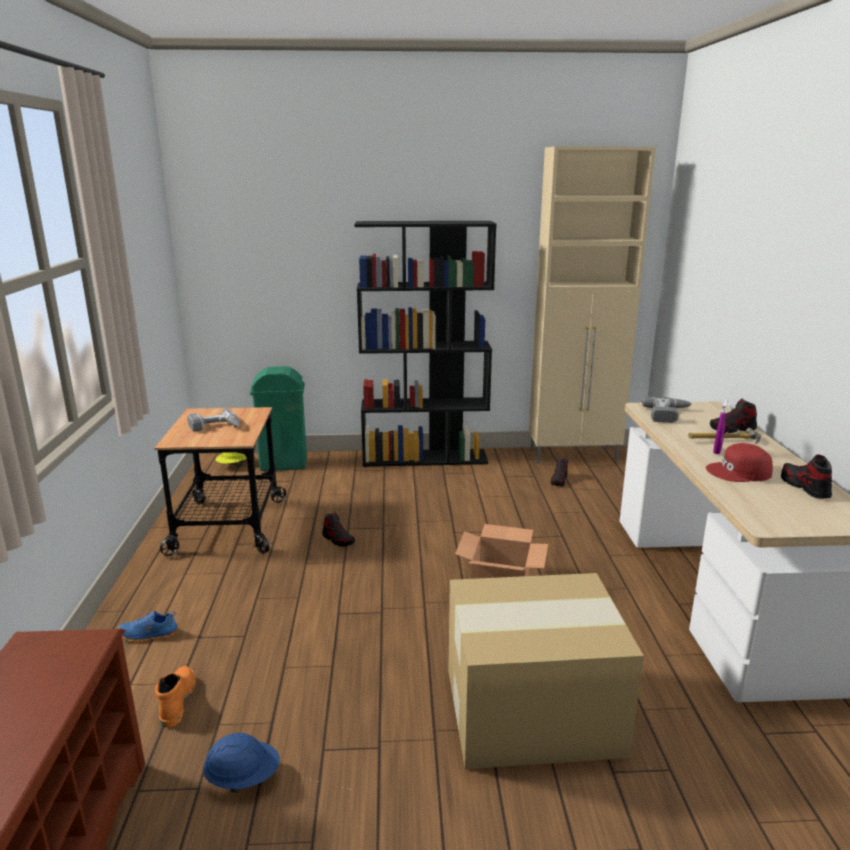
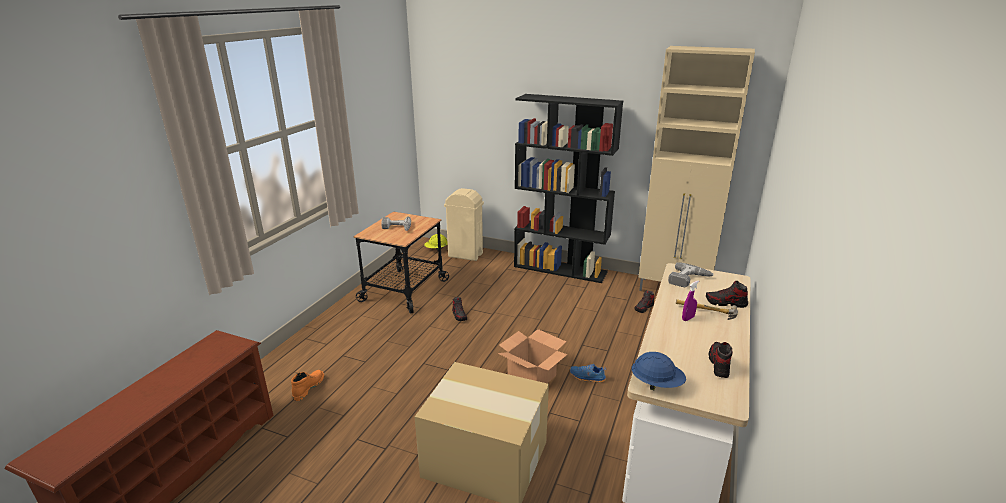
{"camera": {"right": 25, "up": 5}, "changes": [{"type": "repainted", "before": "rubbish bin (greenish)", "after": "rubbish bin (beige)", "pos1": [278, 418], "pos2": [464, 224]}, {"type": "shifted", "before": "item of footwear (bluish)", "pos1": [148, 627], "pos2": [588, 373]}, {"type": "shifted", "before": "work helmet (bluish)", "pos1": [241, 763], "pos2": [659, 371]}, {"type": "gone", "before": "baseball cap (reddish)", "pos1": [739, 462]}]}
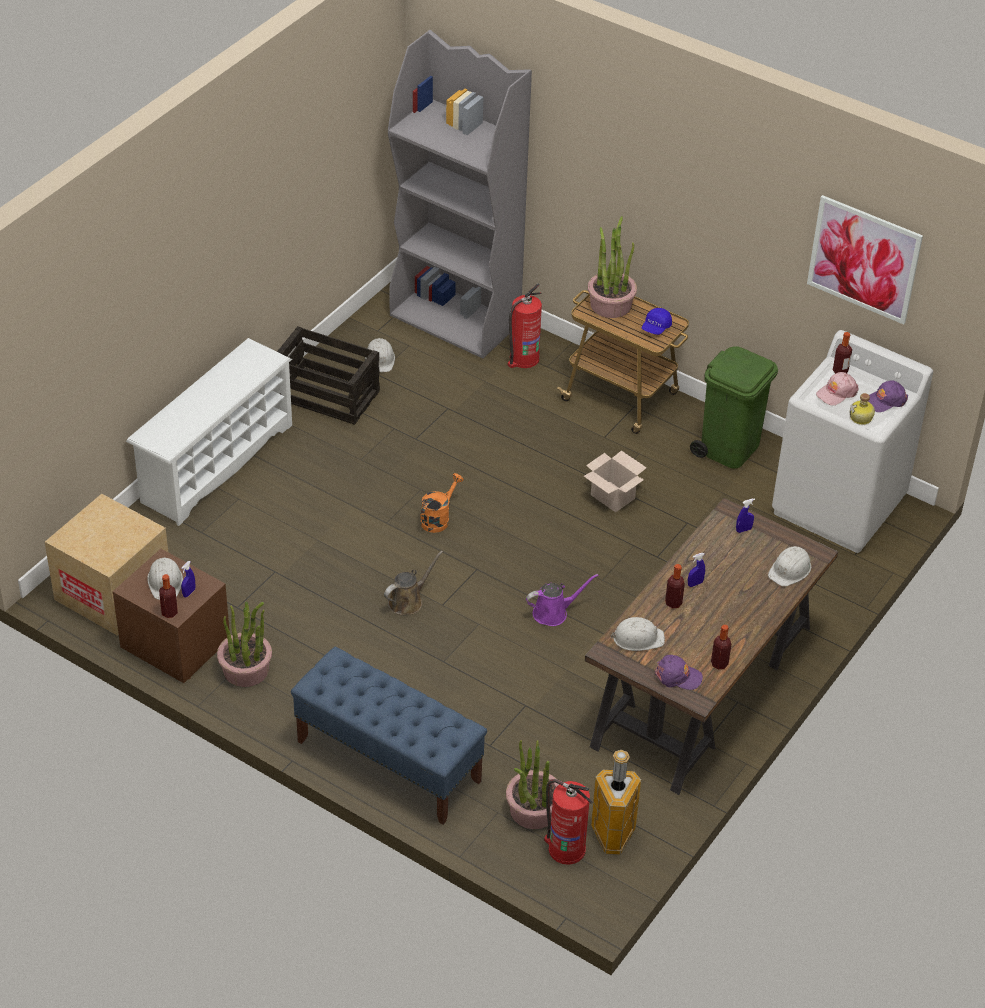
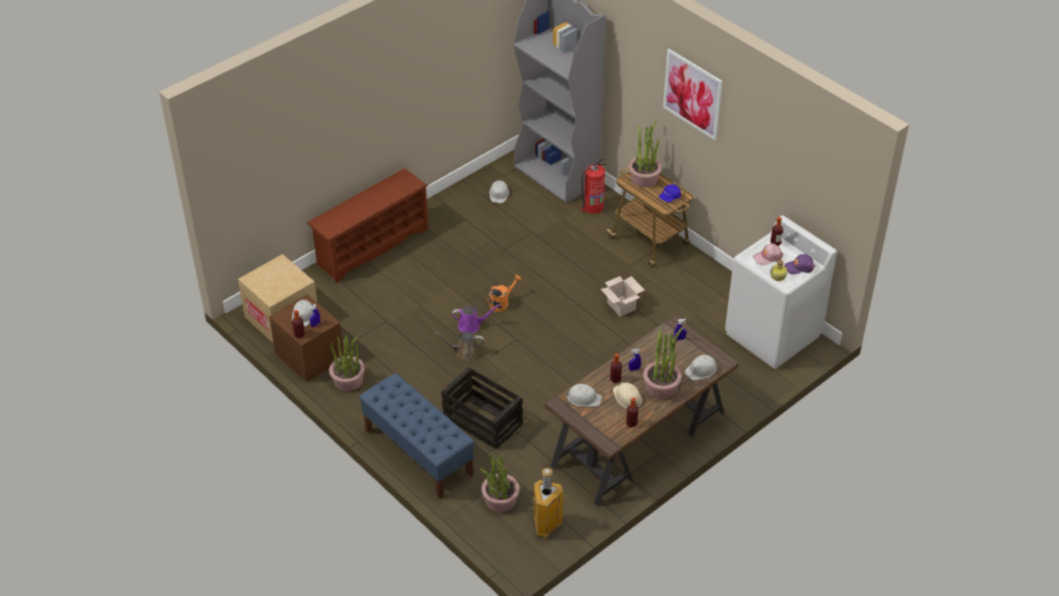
{"camera": {"right": 15, "up": 0}, "changes": [{"type": "repainted", "before": "shoe rack (white)", "after": "shoe rack (brown-coloured)", "pos1": [209, 432], "pos2": [367, 225]}, {"type": "rotated", "before": "watering can (brown-coloured)", "pos1": [413, 583], "pos2": [459, 346], "turn": -150}, {"type": "shifted", "before": "crate", "pos1": [328, 375], "pos2": [482, 408]}, {"type": "shifted", "before": "watering can (purple-coloured)", "pos1": [562, 600], "pos2": [476, 319]}, {"type": "new", "after": "work helmet (beige)", "pos2": [627, 395]}, {"type": "new", "after": "plant in a pot", "pos2": [663, 363]}, {"type": "shifted", "before": "wall picture", "pos1": [865, 260], "pos2": [693, 94]}, {"type": "gone", "before": "fire-fighting cylinder", "pos1": [568, 822]}, {"type": "gone", "before": "baseball cap (purple-coloured)", "pos1": [679, 672]}, {"type": "gone", "before": "rubbish bin (greenish)", "pos1": [734, 408]}]}
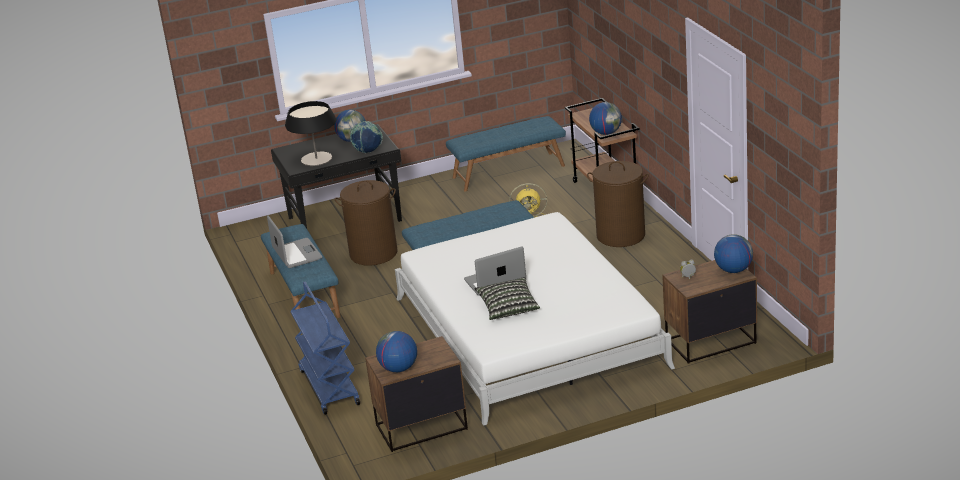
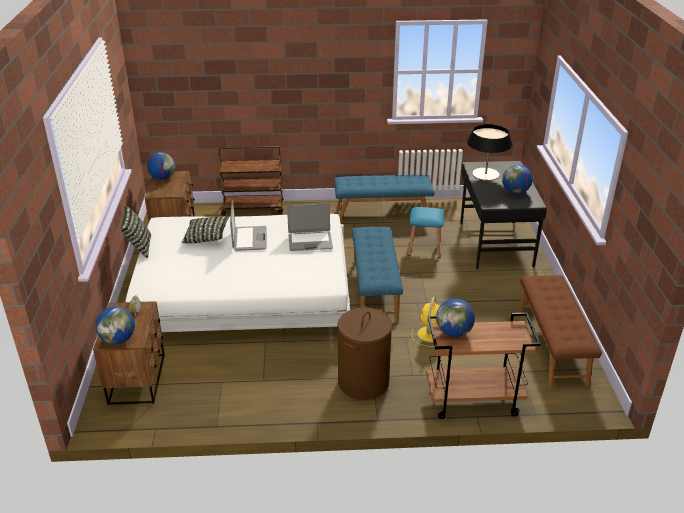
{"camera": {"right": 105, "up": 5}, "changes": [{"type": "new", "after": "cushion", "pos2": [136, 232]}, {"type": "repainted", "before": "wheeled cart (bluish)", "after": "wheeled cart (brown-coloured)", "pos1": [325, 348], "pos2": [251, 181]}, {"type": "shifted", "before": "notebook computer", "pos1": [294, 241], "pos2": [310, 227]}, {"type": "swapped", "before": "washing basket (brown-coloured)", "after": "stool (bluish)", "pos1": [366, 223], "pos2": [426, 232]}, {"type": "repainted", "before": "long seat (bluish)", "after": "long seat (brown-coloured)", "pos1": [506, 154], "pos2": [560, 331]}, {"type": "gone", "before": "globe", "pos1": [366, 137]}]}
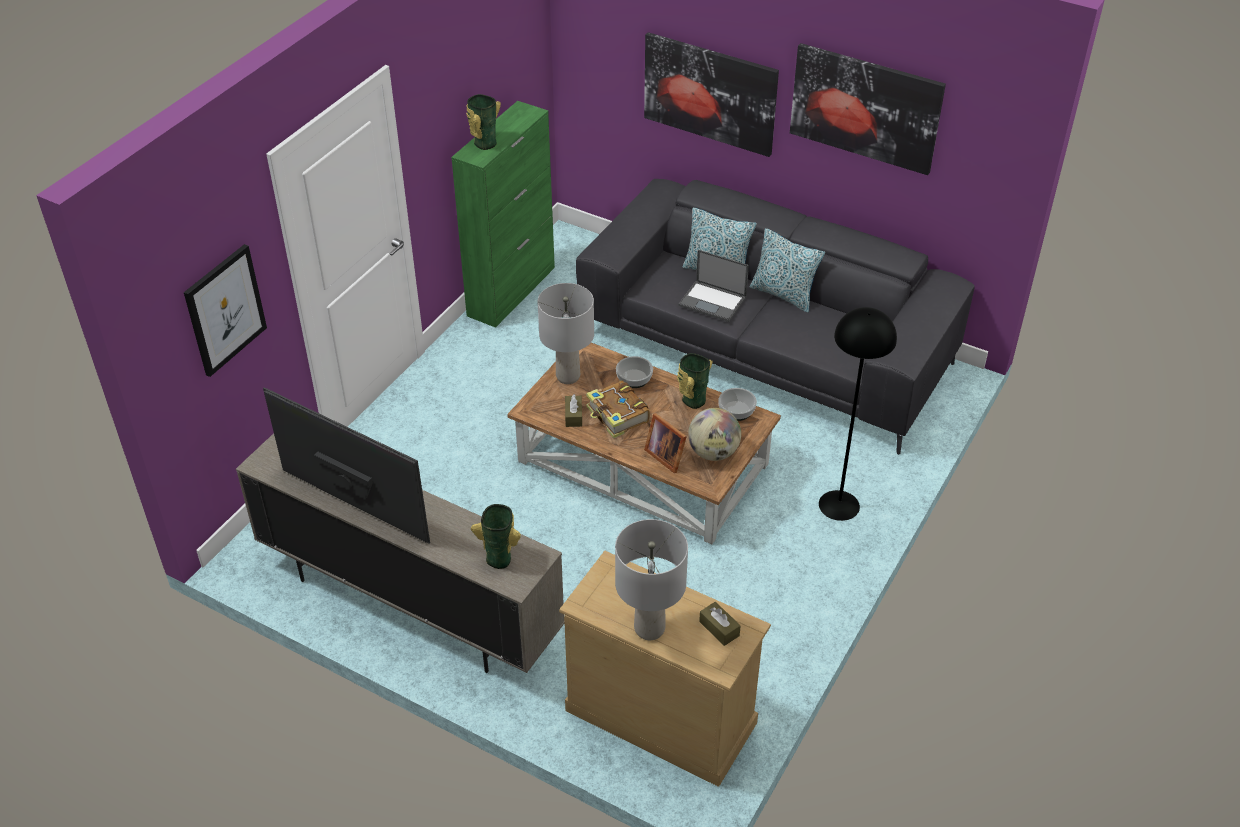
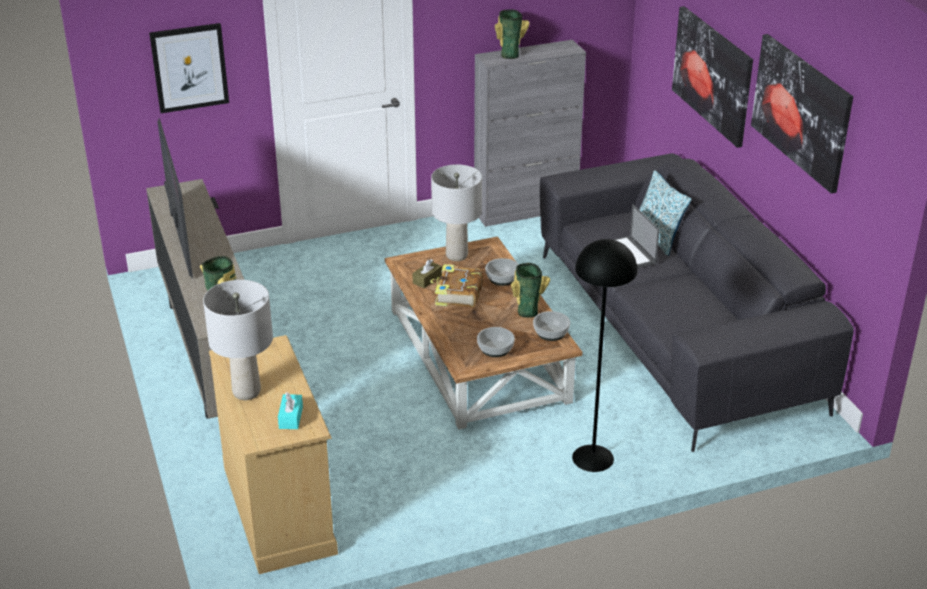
{"camera": {"right": 40, "up": -10}, "changes": [{"type": "repainted", "before": "box of tissues (brown-coloured)", "after": "box of tissues (turquoise-coloured)", "pos1": [720, 624], "pos2": [290, 410]}, {"type": "repainted", "before": "cabinet (greenish)", "after": "cabinet (grey)", "pos1": [503, 214], "pos2": [530, 133]}, {"type": "swapped", "before": "globe", "after": "deep dish", "pos1": [714, 434], "pos2": [496, 342]}, {"type": "gone", "before": "standing frame", "pos1": [665, 443]}, {"type": "gone", "before": "cushion", "pos1": [787, 270]}]}
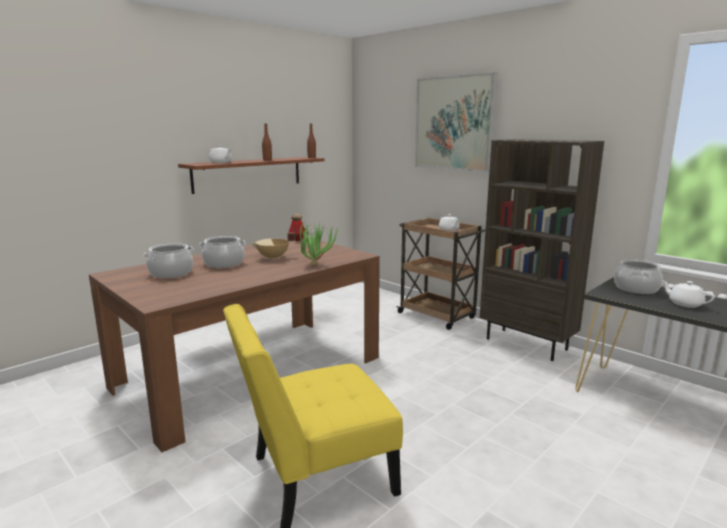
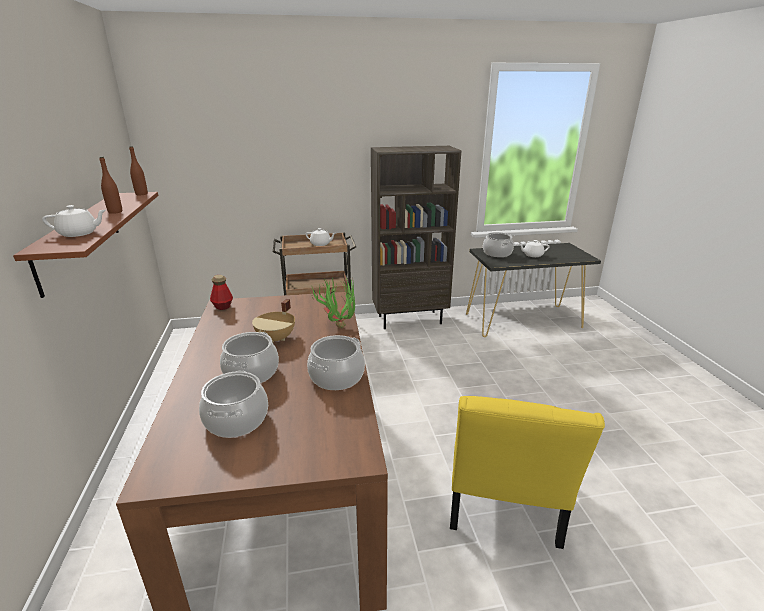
{"camera": {"right": -55, "up": 10}, "changes": [{"type": "new", "after": "stockpot", "pos2": [336, 362]}, {"type": "gone", "before": "wall picture", "pos1": [456, 122]}]}
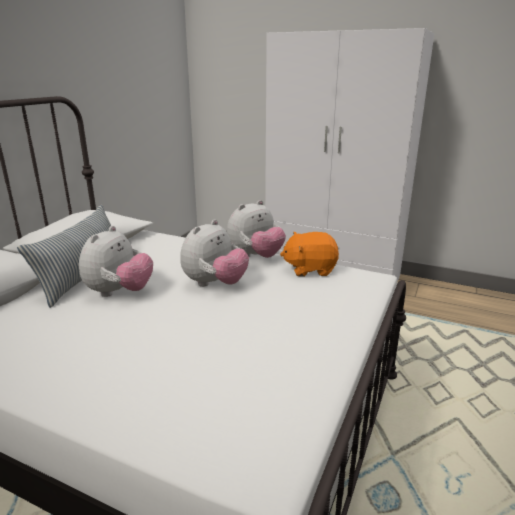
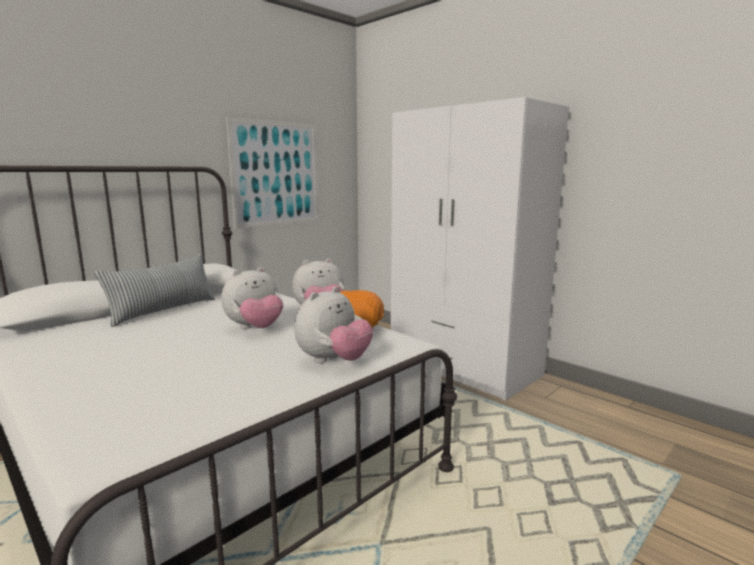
{"camera": {"right": 20, "up": -10}, "changes": [{"type": "new", "after": "wall picture", "pos2": [272, 173]}, {"type": "shifted", "before": "soft toy", "pos1": [116, 261], "pos2": [334, 324]}]}
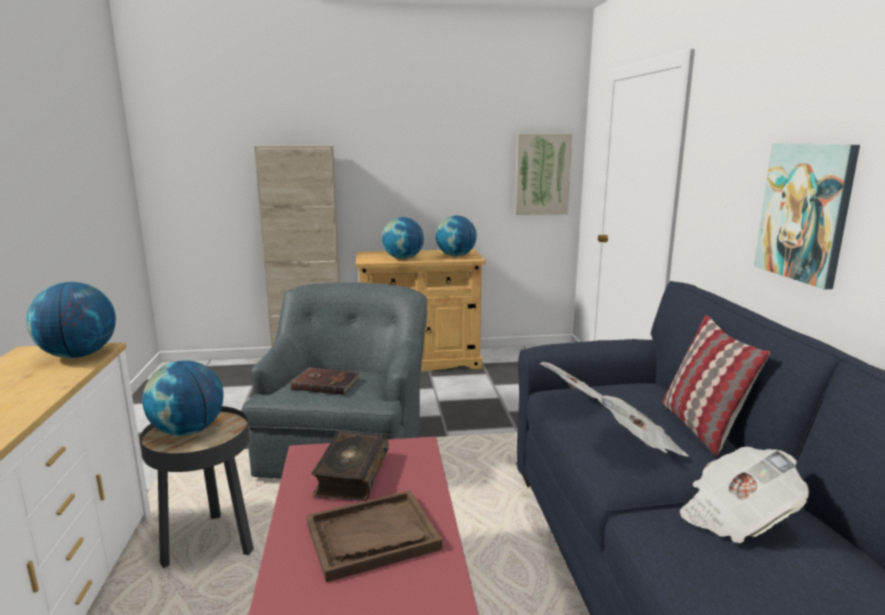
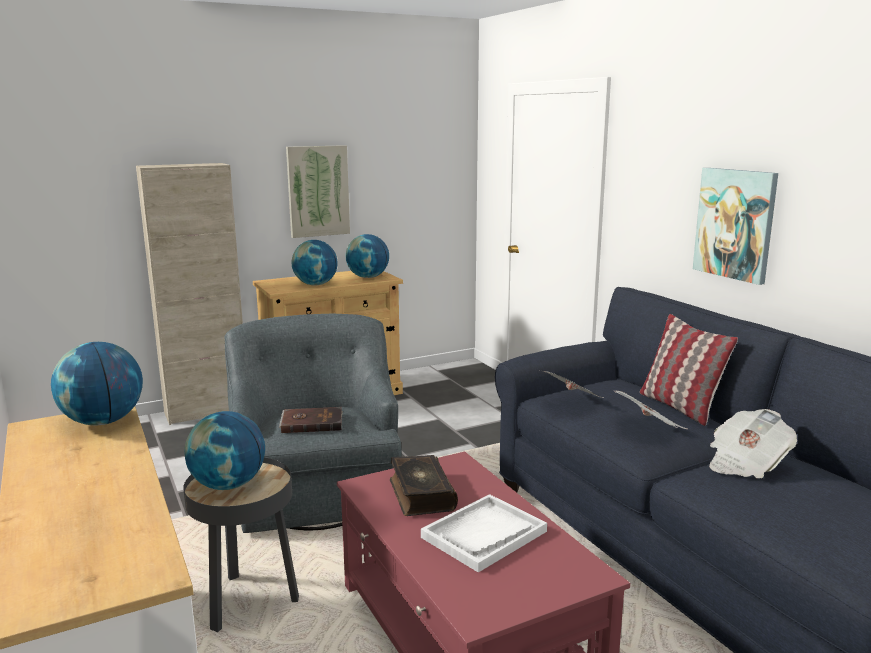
{"camera": {"right": -20, "up": 0}, "changes": [{"type": "shifted", "before": "wall picture", "pos1": [543, 174], "pos2": [318, 191]}, {"type": "repainted", "before": "serving tray (brown-coloured)", "after": "serving tray (white)", "pos1": [374, 536], "pos2": [484, 533]}]}
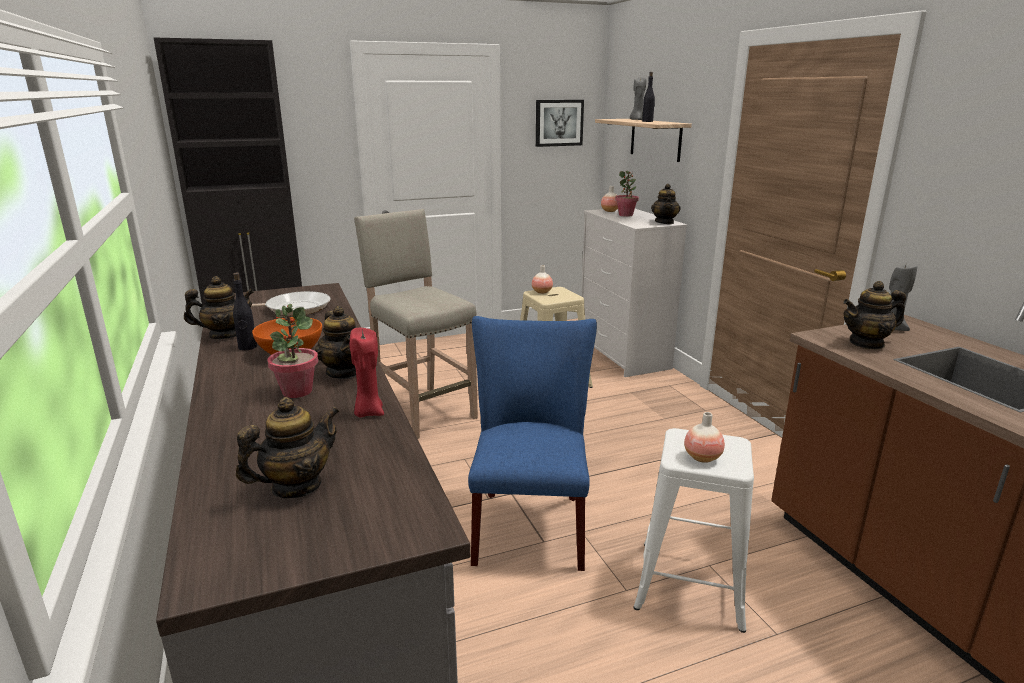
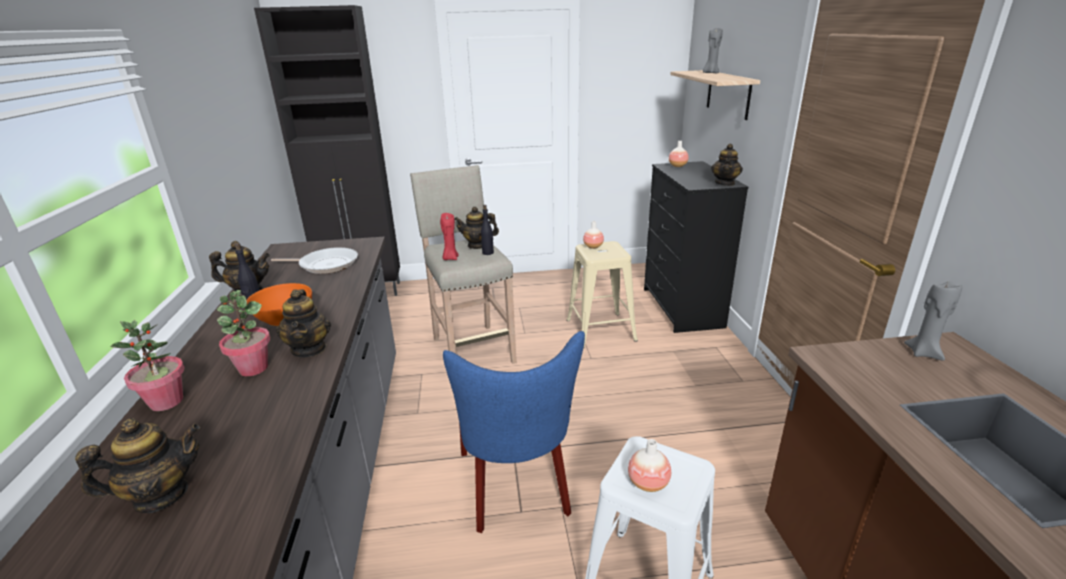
{"camera": {"right": 15, "up": 5}, "changes": [{"type": "shifted", "before": "plant in a pot", "pos1": [627, 193], "pos2": [147, 365]}, {"type": "shifted", "before": "candle (reddish)", "pos1": [367, 372], "pos2": [449, 236]}, {"type": "rotated", "before": "upright chair (bluish)", "pos1": [532, 443], "pos2": [514, 432], "turn": 150}, {"type": "shifted", "before": "teapot", "pos1": [874, 315], "pos2": [477, 228]}, {"type": "shifted", "before": "beverage bottle (black-coloured)", "pos1": [648, 97], "pos2": [487, 230]}, {"type": "repainted", "before": "chest of drawers (white)", "after": "chest of drawers (black-coloured)", "pos1": [634, 293], "pos2": [696, 247]}, {"type": "gone", "before": "wall picture", "pos1": [560, 123]}]}
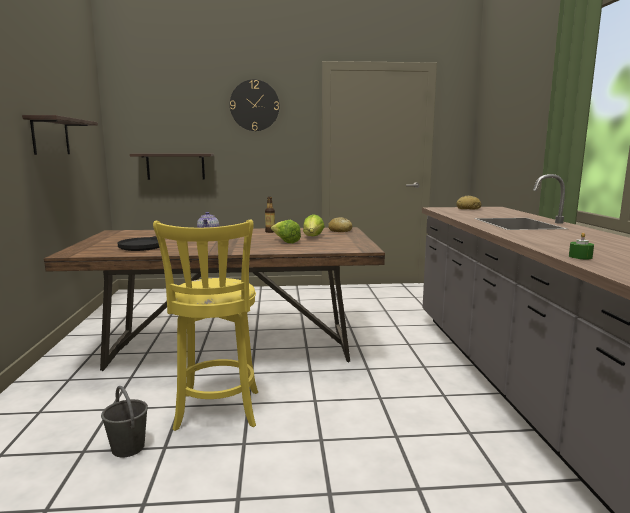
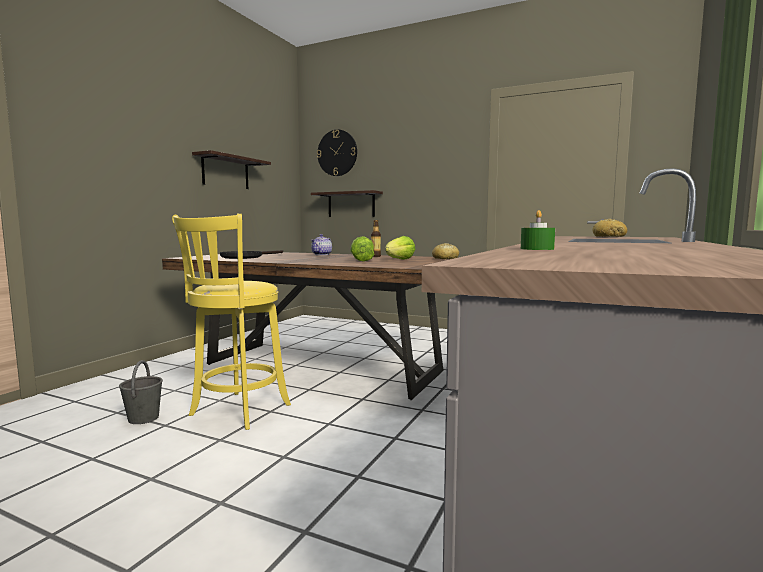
{"camera": {"right": 30, "up": -5}, "changes": [{"type": "shifted", "before": "clock on the wall", "pos1": [254, 105], "pos2": [337, 153]}]}
